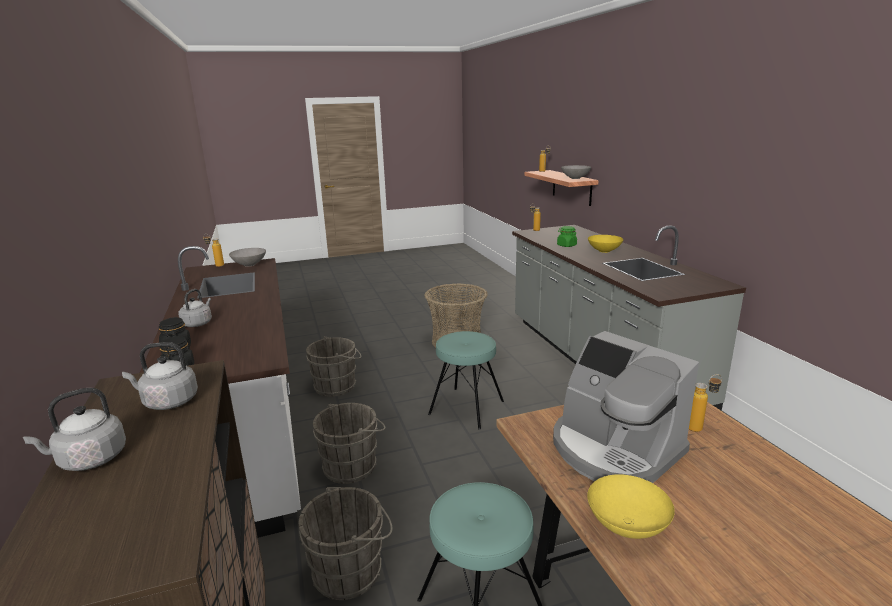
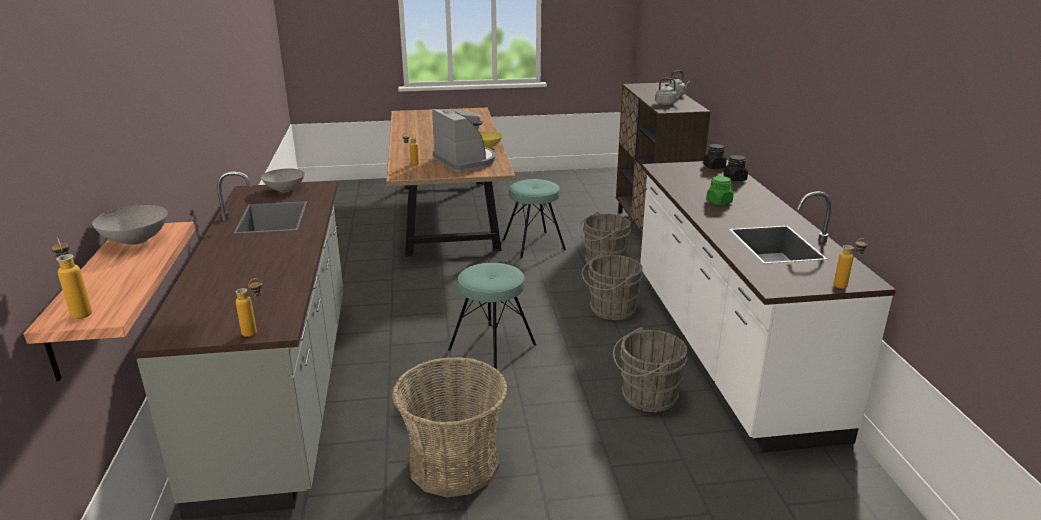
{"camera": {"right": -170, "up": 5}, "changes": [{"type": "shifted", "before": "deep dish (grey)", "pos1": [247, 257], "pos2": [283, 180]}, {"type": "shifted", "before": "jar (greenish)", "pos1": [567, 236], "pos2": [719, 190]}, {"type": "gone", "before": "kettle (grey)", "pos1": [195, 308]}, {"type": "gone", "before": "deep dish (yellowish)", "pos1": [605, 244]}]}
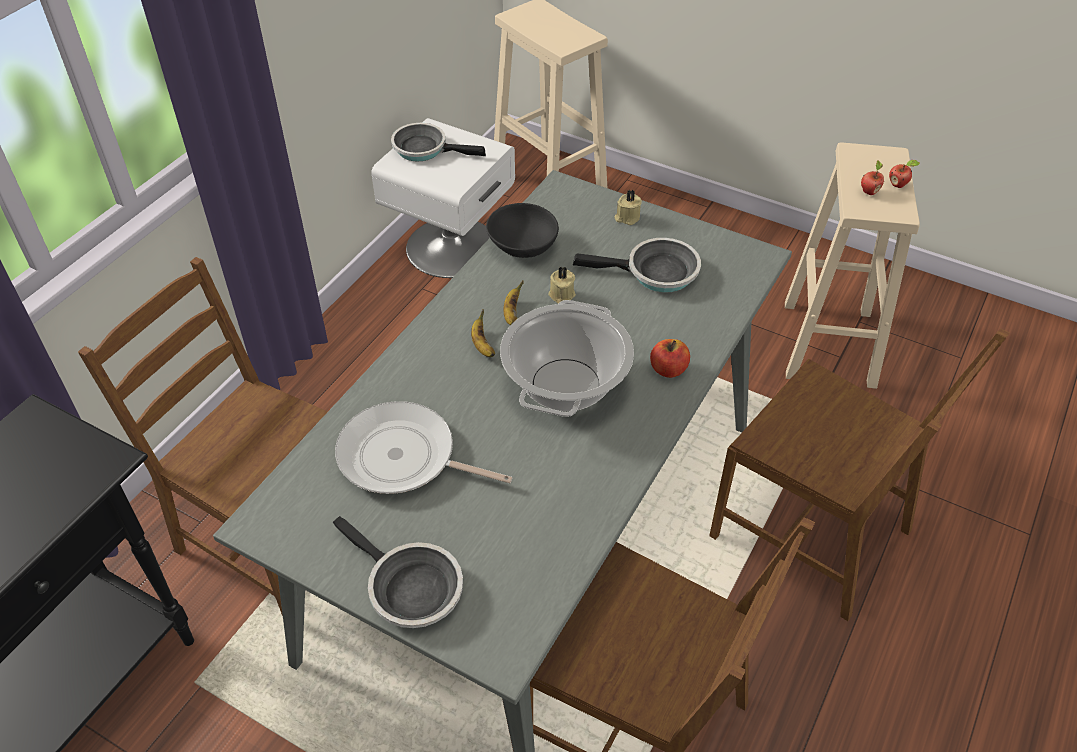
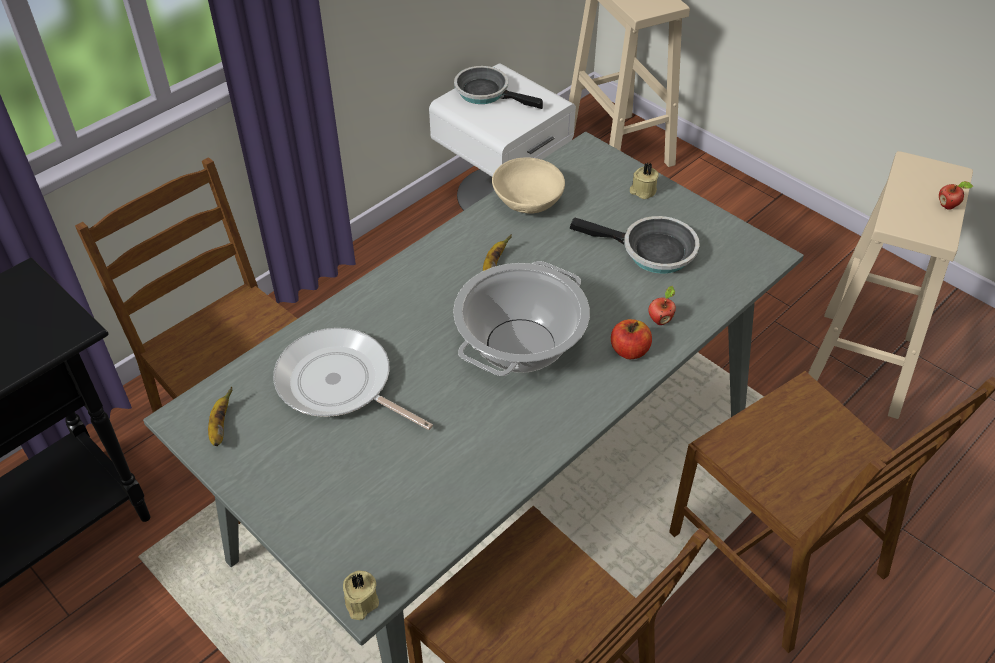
{"camera": {"right": 15, "up": 0}, "changes": [{"type": "shifted", "before": "banana fruit", "pos1": [483, 333], "pos2": [220, 416]}, {"type": "shifted", "before": "candle (beige)", "pos1": [562, 285], "pos2": [361, 595]}, {"type": "repainted", "before": "deep dish (black-coloured)", "after": "deep dish (beige)", "pos1": [522, 230], "pos2": [528, 185]}, {"type": "shifted", "before": "whole apple", "pos1": [872, 177], "pos2": [662, 305]}, {"type": "gone", "before": "skillet", "pos1": [398, 572]}]}
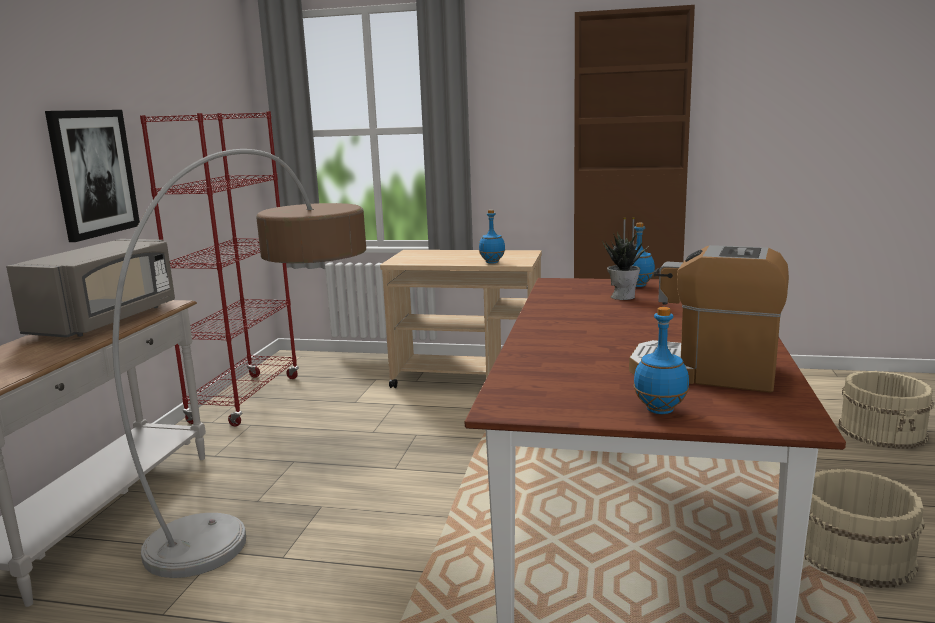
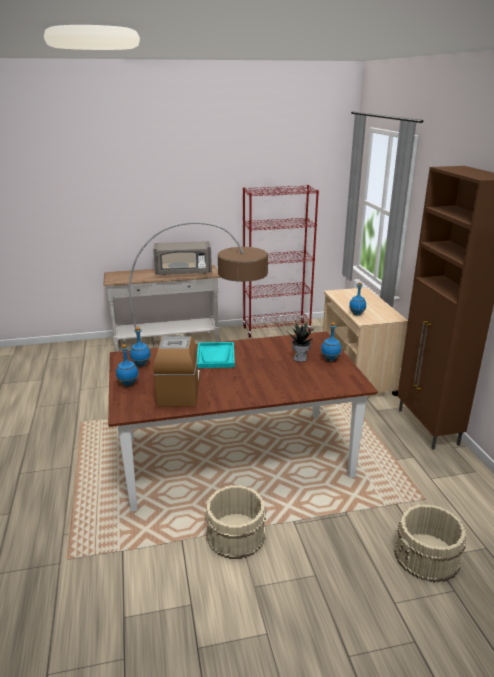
{"camera": {"right": 65, "up": 10}, "changes": [{"type": "new", "after": "beverage bottle (bluish)", "pos2": [140, 347]}, {"type": "new", "after": "serving tray (turquoise-coloured)", "pos2": [216, 355]}, {"type": "gone", "before": "wall picture", "pos1": [92, 176]}]}
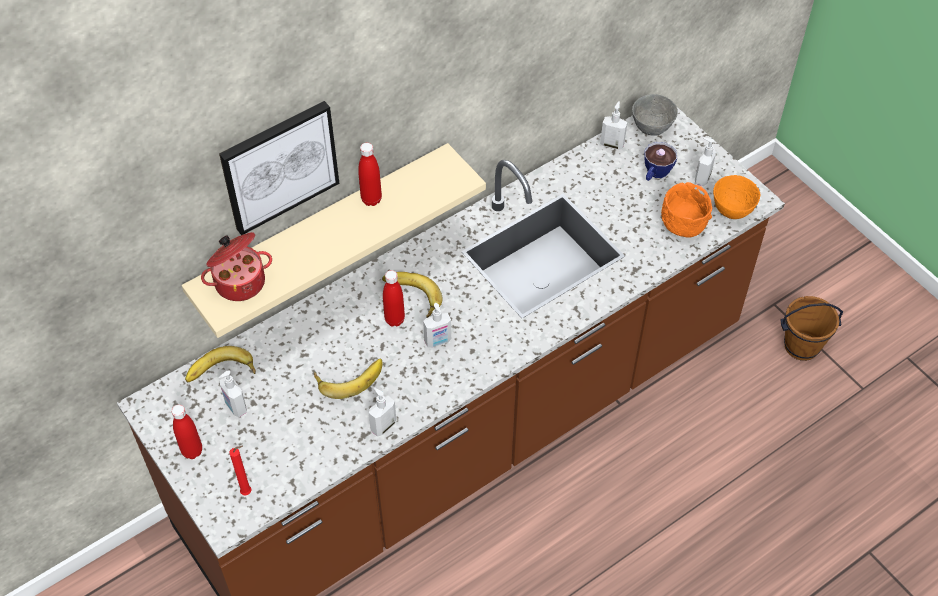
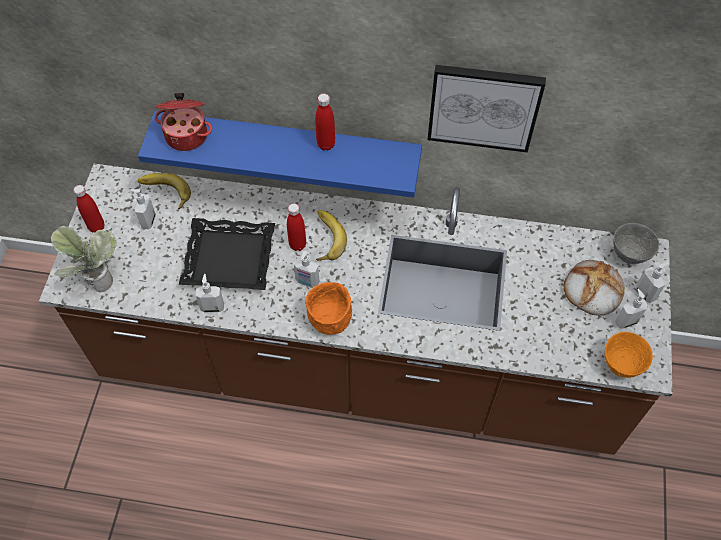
{"camera": {"right": 45, "up": 5}, "changes": [{"type": "swapped", "before": "candle (reddish)", "after": "plant in a pot", "pos1": [240, 471], "pos2": [84, 259]}, {"type": "repainted", "before": "wall shelf (beige)", "after": "wall shelf (bluish)", "pos1": [334, 240], "pos2": [280, 154]}, {"type": "swapped", "before": "banana fruit", "after": "serving tray (black-coloured)", "pos1": [348, 378], "pos2": [227, 254]}, {"type": "shifted", "before": "deep dish (orange-coloured)", "pos1": [686, 209], "pos2": [328, 308]}, {"type": "shifted", "before": "wall picture", "pos1": [279, 168], "pos2": [486, 108]}, {"type": "swapped", "before": "drinking cup", "after": "bread", "pos1": [660, 161], "pos2": [594, 288]}, {"type": "shifted", "before": "soap dispenser", "pos1": [613, 125], "pos2": [652, 283]}, {"type": "gone", "before": "bucket (brown-coloured)", "pos1": [811, 328]}]}
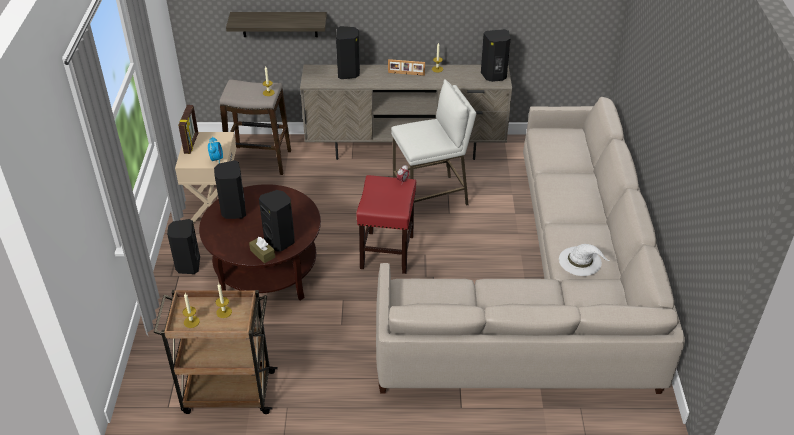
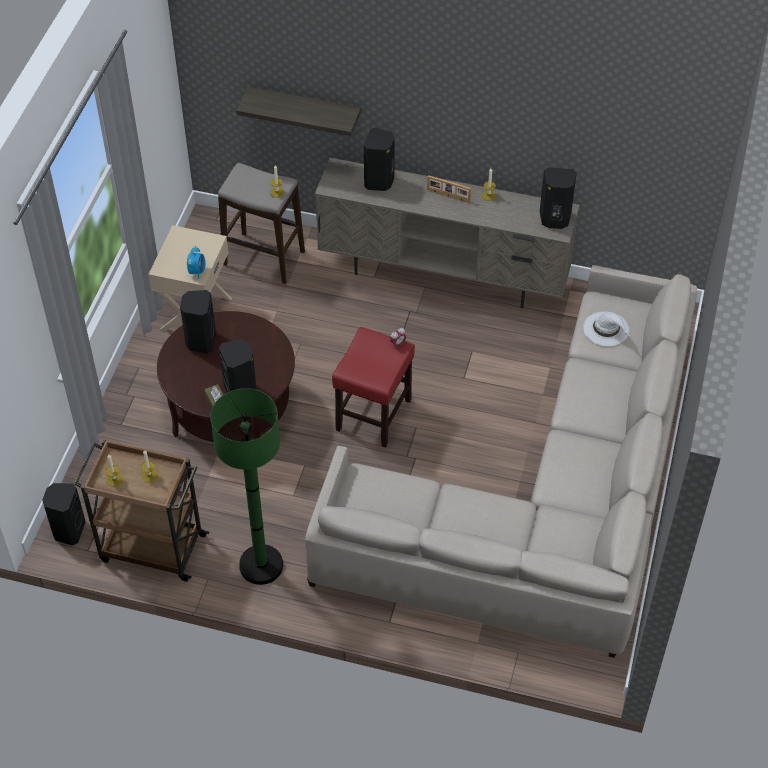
{"camera": {"right": 15, "up": 10}, "changes": [{"type": "shifted", "before": "loudspeaker (black-coloured)", "pos1": [183, 246], "pos2": [64, 514]}, {"type": "new", "after": "standing lamp (greenish)", "pos2": [246, 486]}, {"type": "shifted", "before": "hat (white)", "pos1": [584, 260], "pos2": [606, 329]}, {"type": "gone", "before": "standing frame", "pos1": [188, 129]}, {"type": "gone", "before": "stool (white)", "pos1": [433, 142]}]}
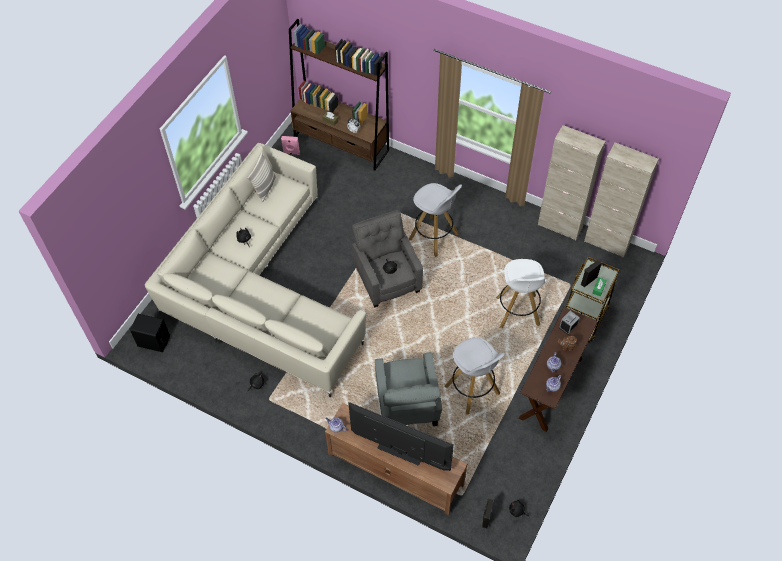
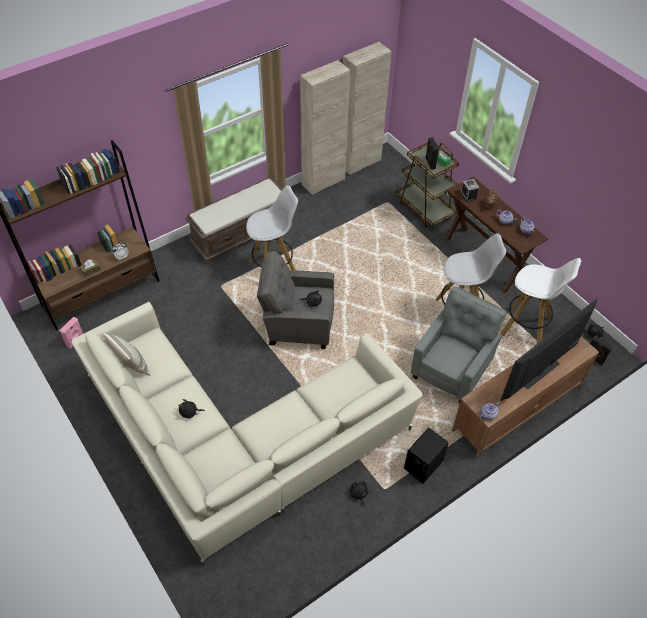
{"camera": {"right": -65, "up": -5}, "changes": [{"type": "new", "after": "long seat (brown-coloured)", "pos2": [234, 220]}, {"type": "shifted", "before": "loudspeaker (black-coloured)", "pos1": [150, 333], "pos2": [426, 456]}, {"type": "rotated", "before": "lounge chair (grey)", "pos1": [408, 389], "pos2": [459, 344], "turn": -75}, {"type": "shifted", "before": "stool (white)", "pos1": [520, 293], "pos2": [540, 301]}]}
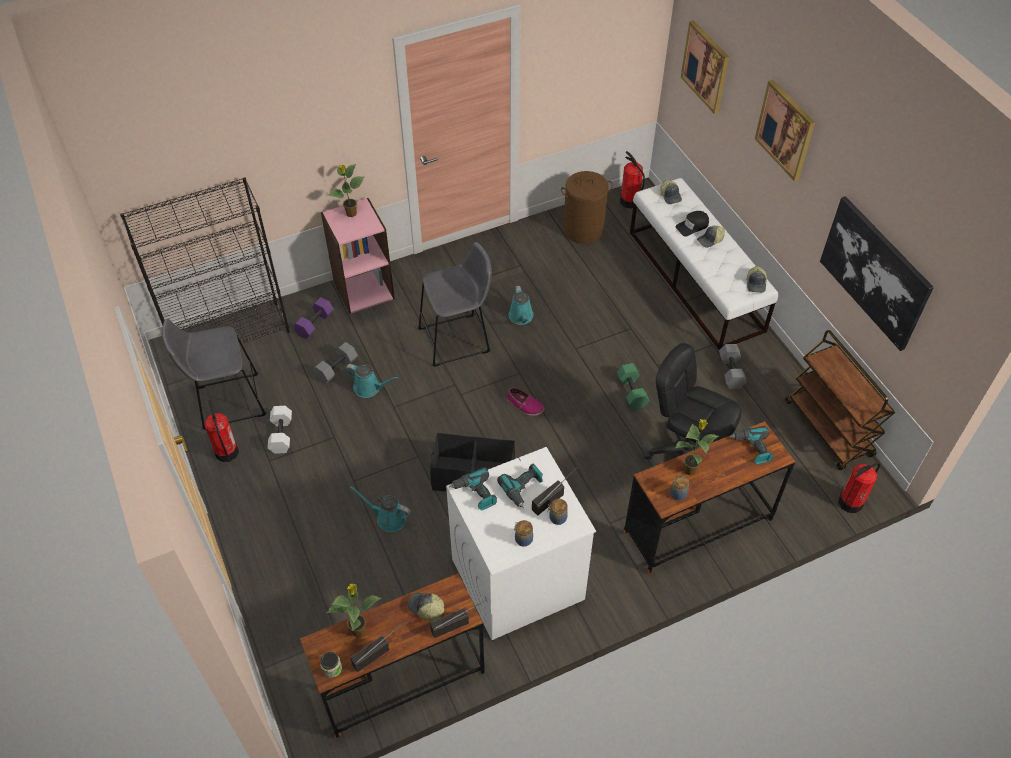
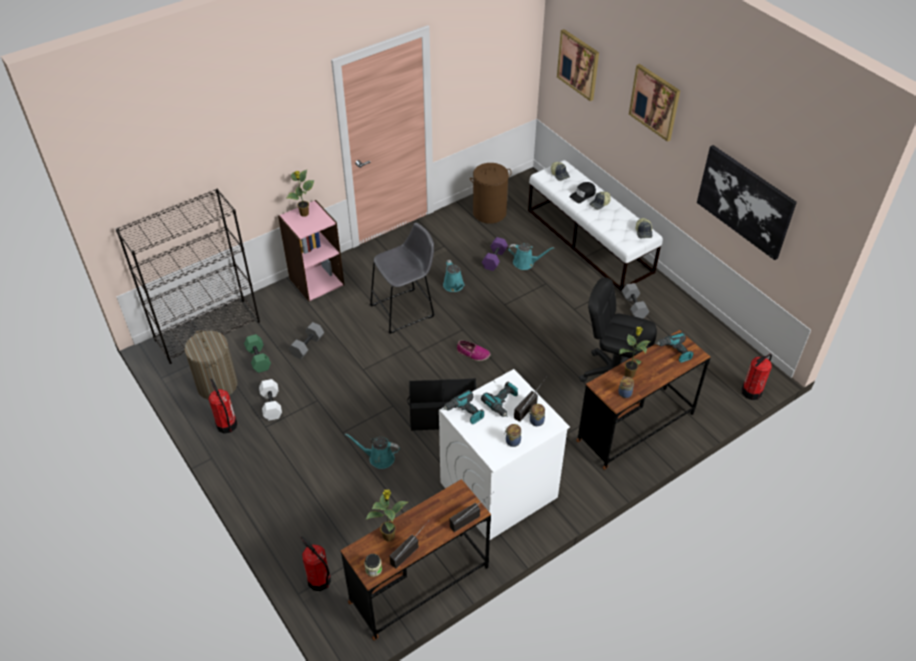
{"camera": {"right": -10, "up": -5}, "changes": [{"type": "swapped", "before": "stool (grey)", "after": "washing basket", "pos1": [214, 374], "pos2": [211, 365]}, {"type": "shifted", "before": "hand weight (greenish)", "pos1": [633, 386], "pos2": [257, 353]}, {"type": "shifted", "before": "fire-fighting cylinder", "pos1": [632, 179], "pos2": [316, 563]}, {"type": "shifted", "before": "hand weight (purple-coloured)", "pos1": [313, 318], "pos2": [495, 254]}, {"type": "shifted", "before": "watering can (turquoise-coloured)", "pos1": [372, 381], "pos2": [531, 256]}, {"type": "gone", "before": "baseball cap", "pos1": [426, 606]}, {"type": "gone", "before": "wheeled cart (brown-coloured)", "pos1": [840, 400]}]}
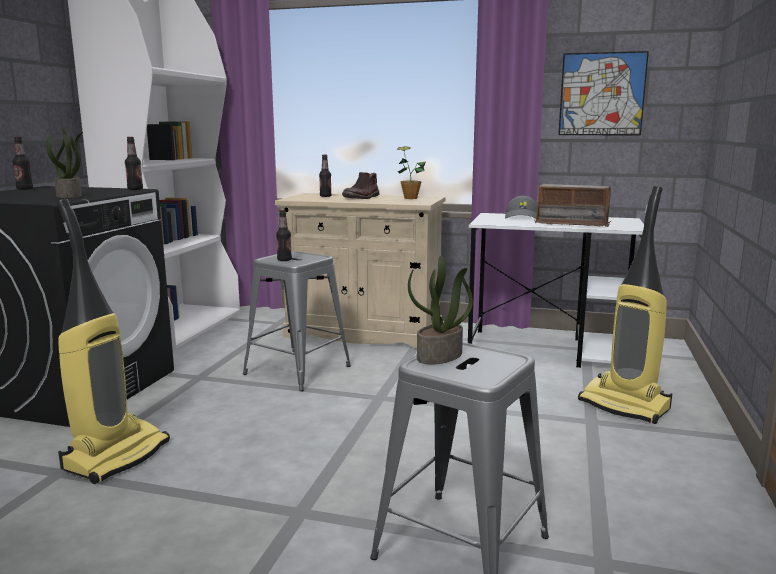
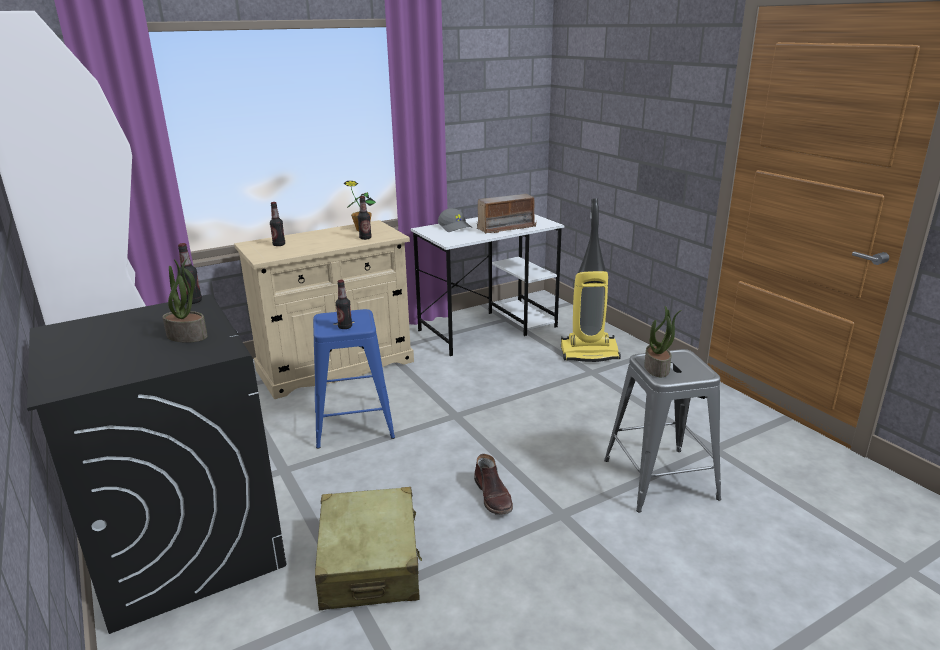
{"camera": {"right": -45, "up": 10}, "changes": [{"type": "repainted", "before": "stool (grey)", "after": "stool (bluish)", "pos1": [297, 321], "pos2": [354, 379]}, {"type": "swapped", "before": "vacuum", "after": "suitcase (beige)", "pos1": [113, 341], "pos2": [368, 548]}, {"type": "shifted", "before": "beverage bottle", "pos1": [23, 163], "pos2": [365, 218]}, {"type": "shifted", "before": "high-top boot (brown-coloured)", "pos1": [360, 185], "pos2": [493, 484]}, {"type": "gone", "before": "wall picture", "pos1": [603, 93]}]}
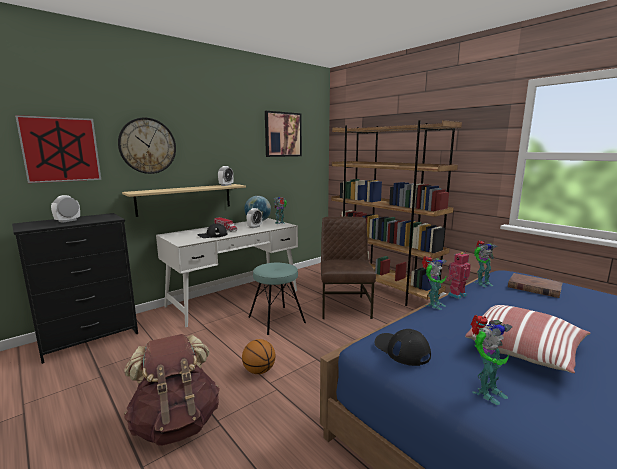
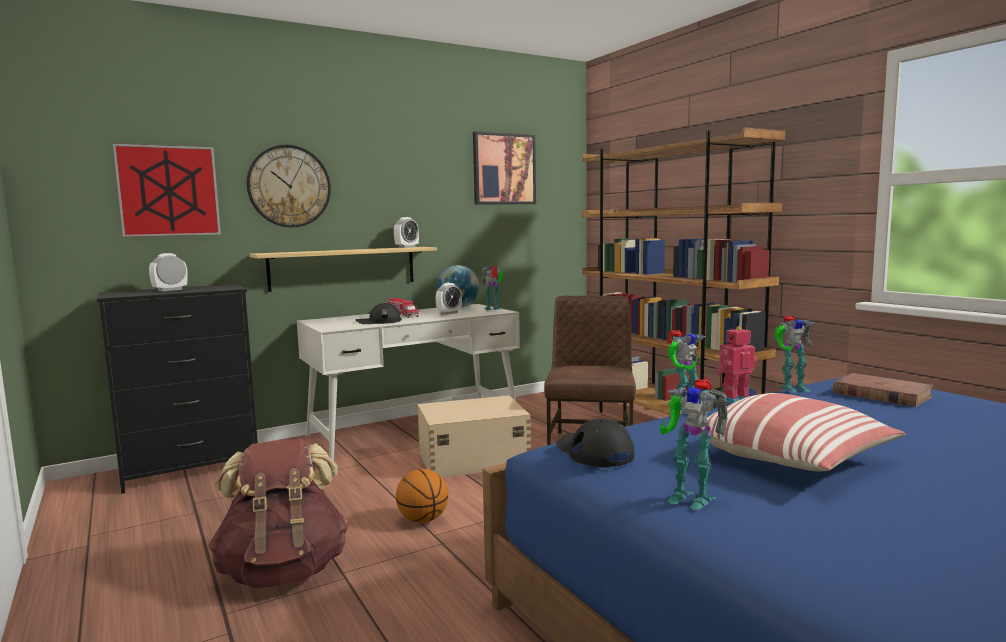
{"camera": {"right": 10, "up": -5}, "changes": [{"type": "swapped", "before": "stool (turquoise-coloured)", "after": "storage container (beige)", "pos1": [277, 299], "pos2": [474, 436]}, {"type": "rotated", "before": "robot figure", "pos1": [491, 360], "pos2": [694, 444], "turn": 60}]}
